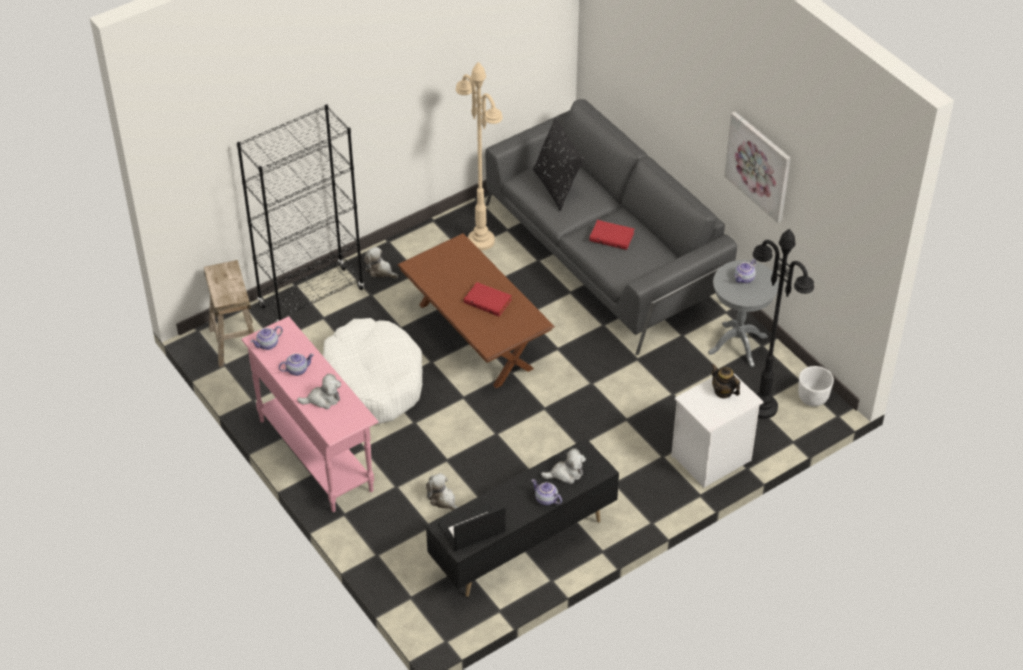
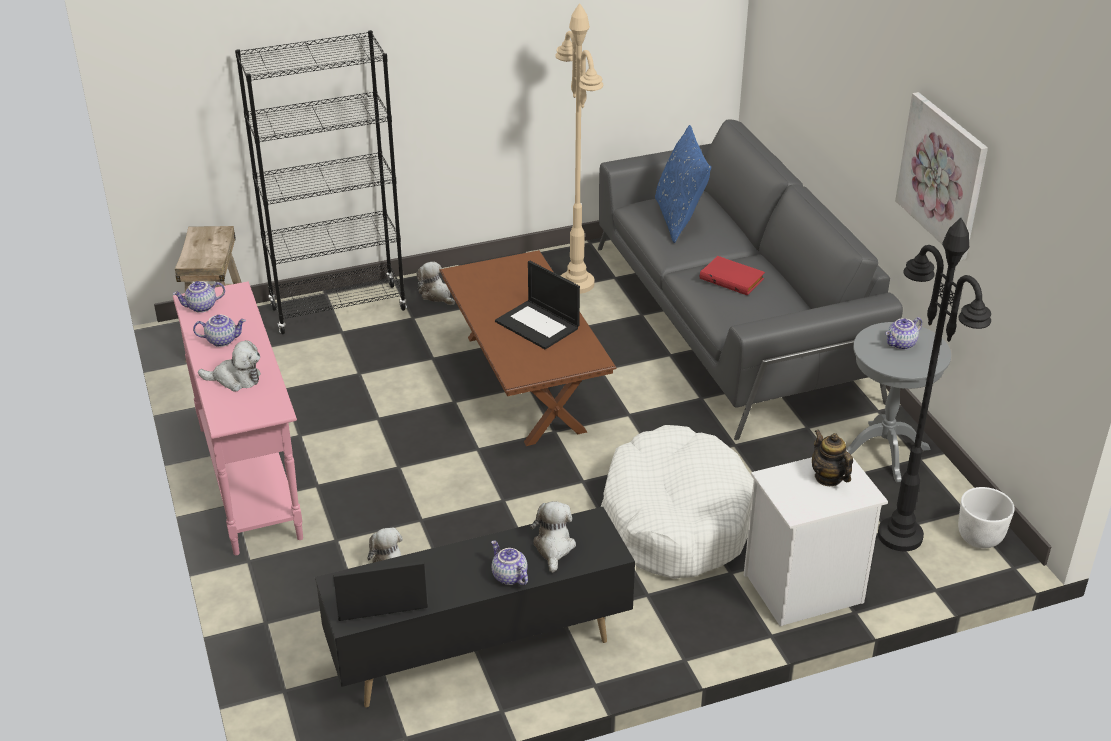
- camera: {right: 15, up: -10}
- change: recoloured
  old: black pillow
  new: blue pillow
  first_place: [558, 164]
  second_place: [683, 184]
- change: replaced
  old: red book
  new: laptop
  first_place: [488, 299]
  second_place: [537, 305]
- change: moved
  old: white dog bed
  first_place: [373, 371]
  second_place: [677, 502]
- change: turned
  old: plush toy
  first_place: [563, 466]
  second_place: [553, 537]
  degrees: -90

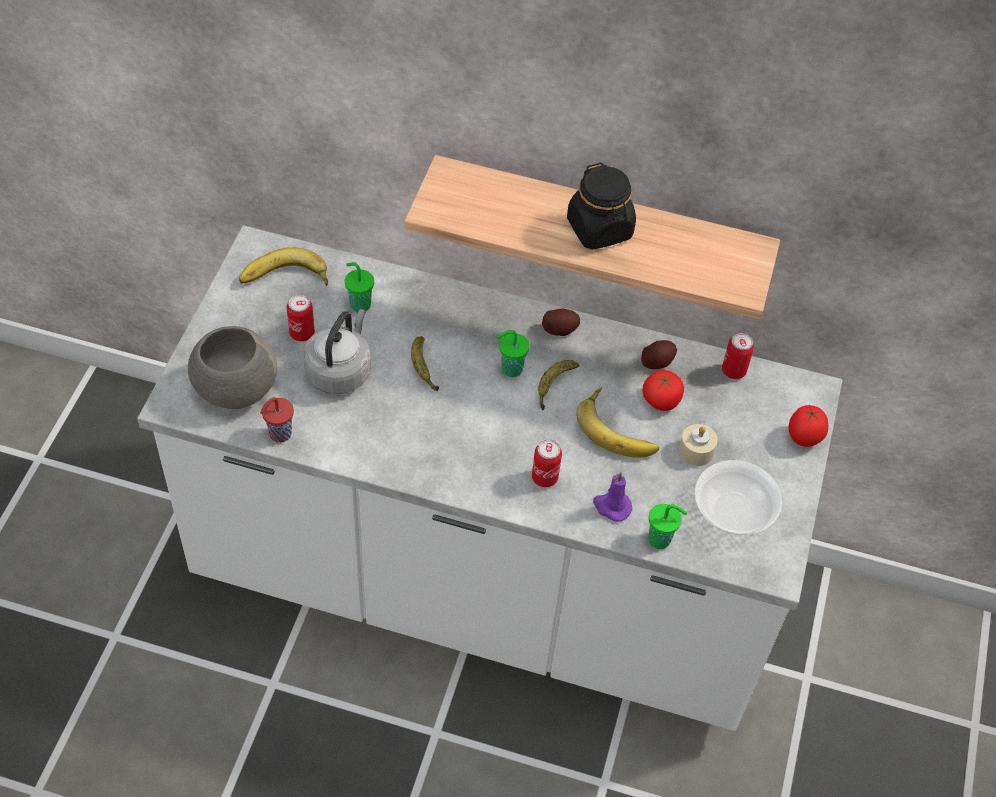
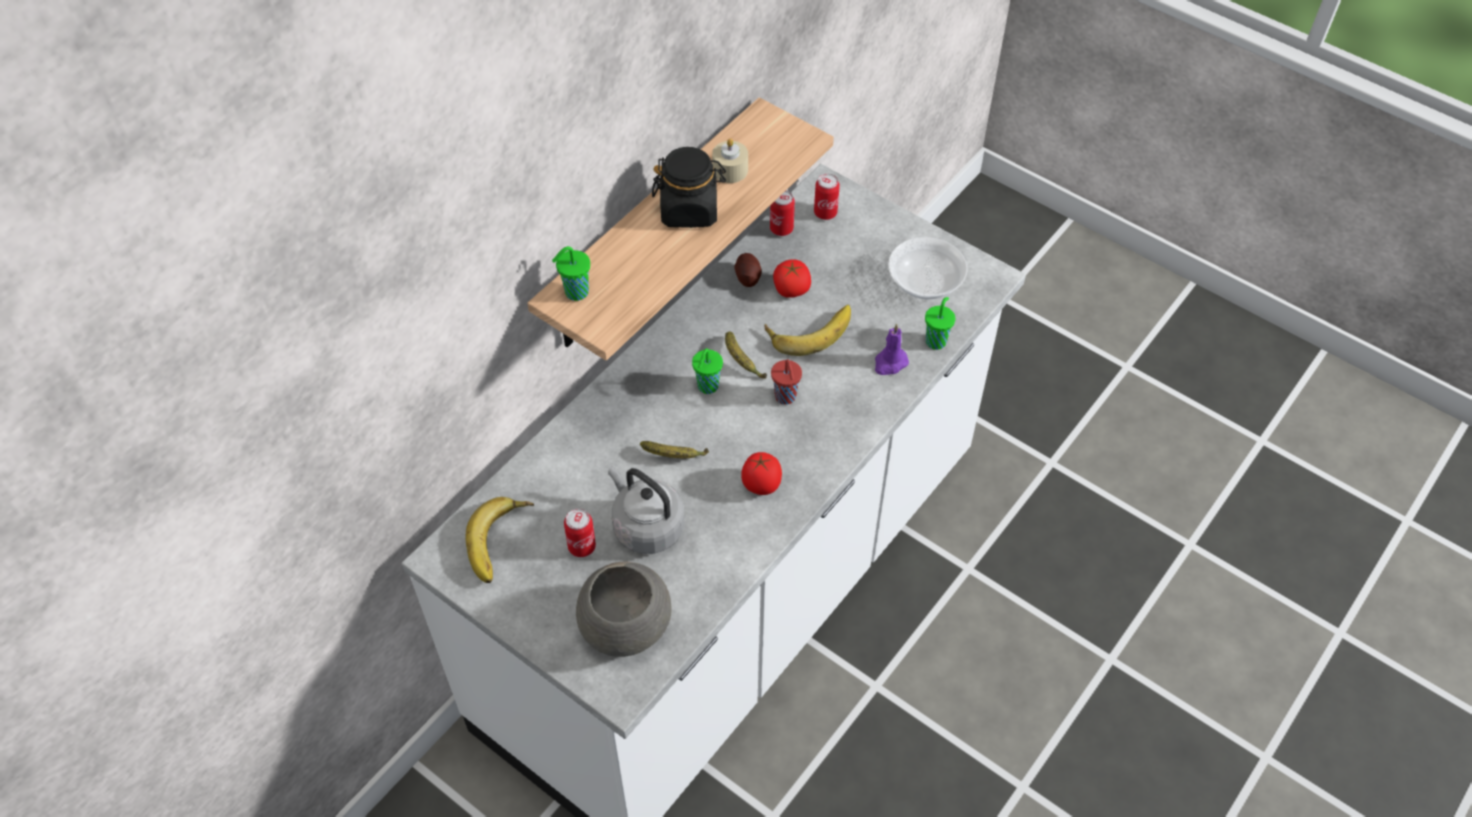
- camera: {right: -65, up: 0}
- change: moved
  old: green cup
  first_place: [359, 287]
  second_place: [571, 273]
- change: removed
  old: potato
  first_place: [561, 322]
- change: moved
  old: red cup
  first_place: [277, 420]
  second_place: [786, 382]
- change: moved
  old: tomato
  first_place: [808, 426]
  second_place: [761, 473]
- change: moved
  old: beige candle
  first_place: [698, 445]
  second_place: [730, 160]
- change: moved
  old: can
  first_place: [547, 463]
  second_place: [827, 197]

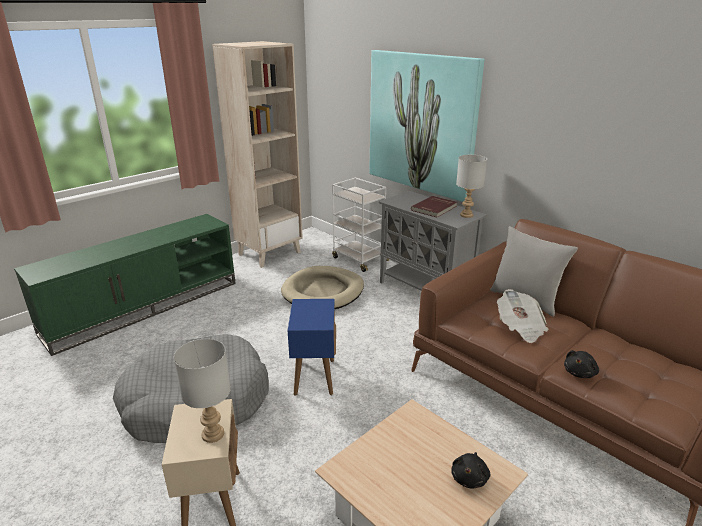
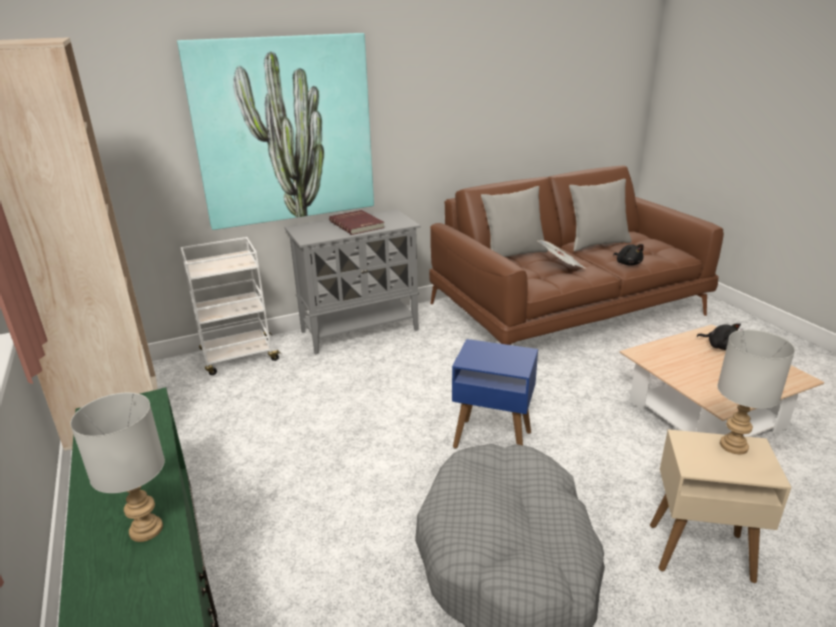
- camera: {right: -70, up: 0}
- change: moved
  old: grey table lamp
  first_place: [471, 186]
  second_place: [117, 467]
- change: removed
  old: beige dog bed
  first_place: [322, 287]
- change: added
  new: grey pillow
  second_place: [600, 215]

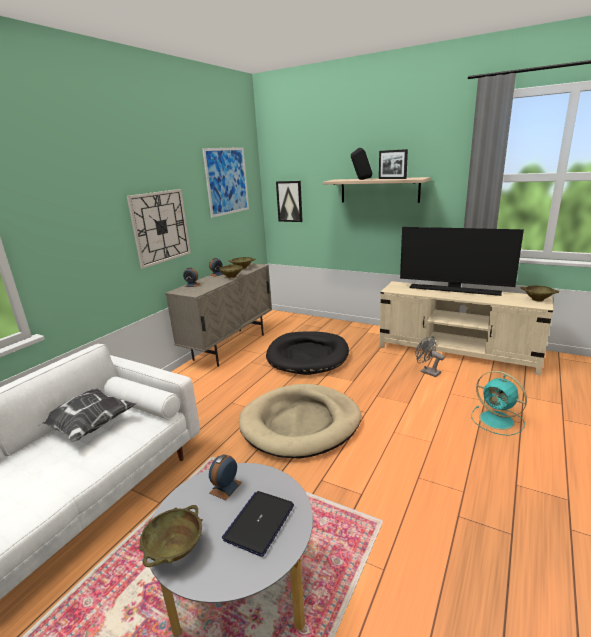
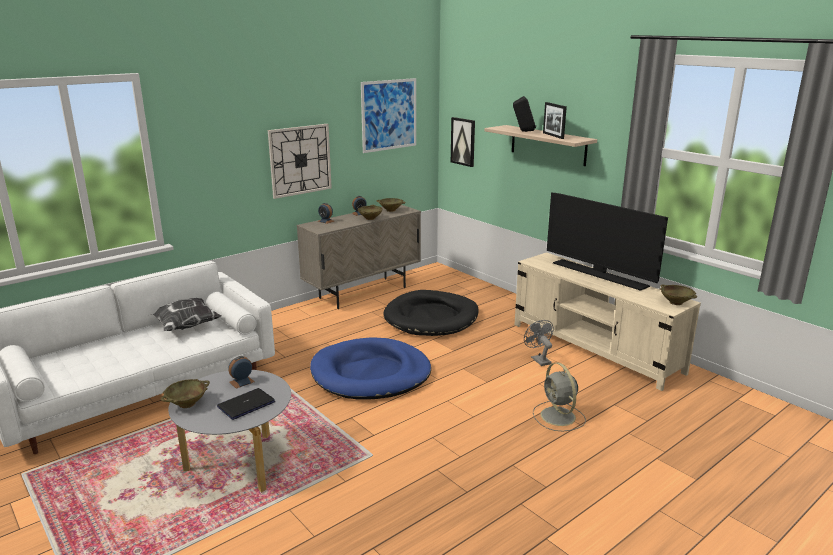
- camera: {right: 20, up: 0}
- change: recoloured
  old: turquoise fan
  new: grey fan
  first_place: [499, 403]
  second_place: [559, 396]
- change: recoloured
  old: beige dog bed
  new: blue dog bed
  first_place: [300, 421]
  second_place: [370, 368]

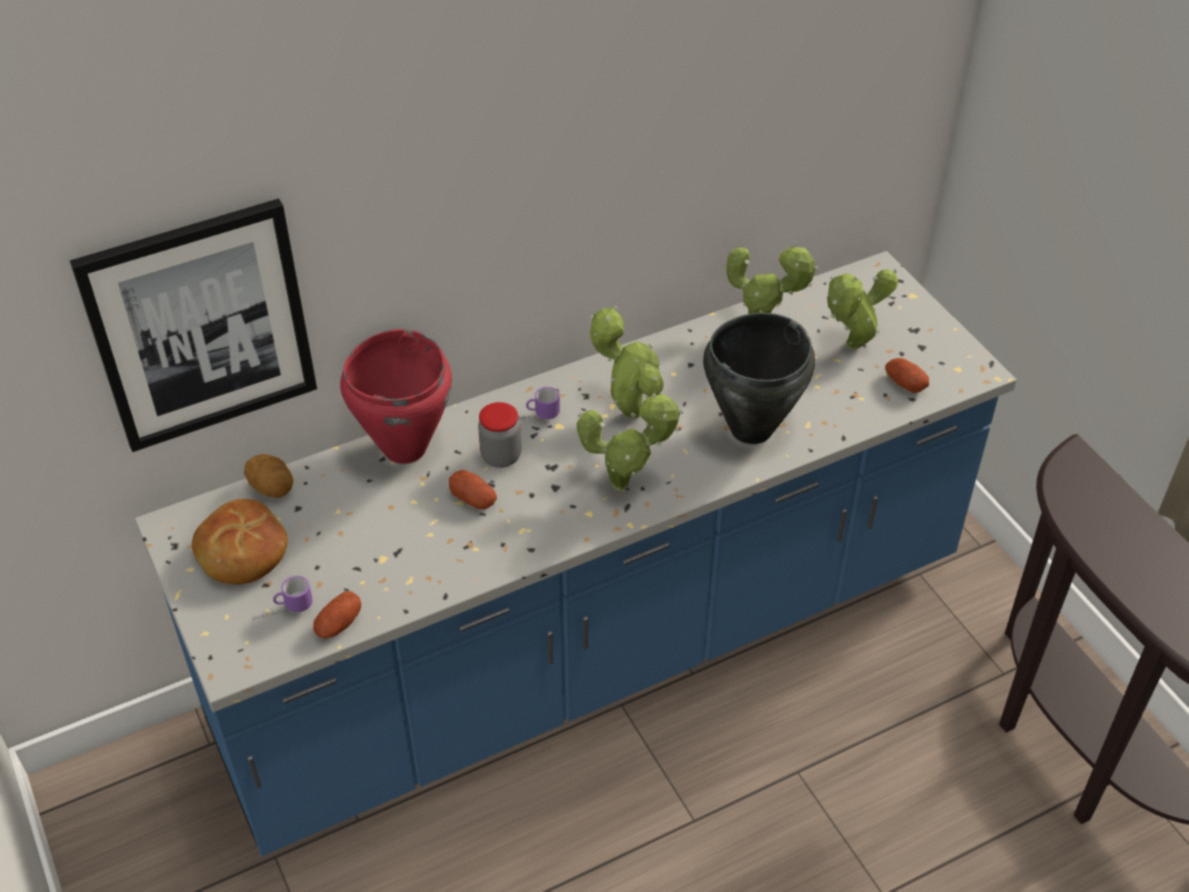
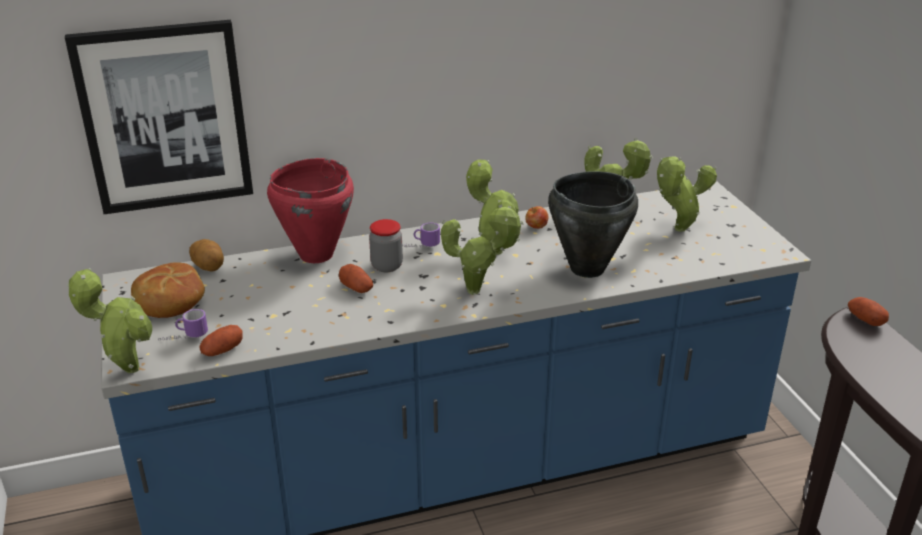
- camera: {right: 10, up: -15}
- change: moved
  old: potato
  first_place: [907, 375]
  second_place: [868, 311]
- change: added
  new: apple
  second_place: [537, 217]
- change: added
  new: potted plant
  second_place: [109, 320]

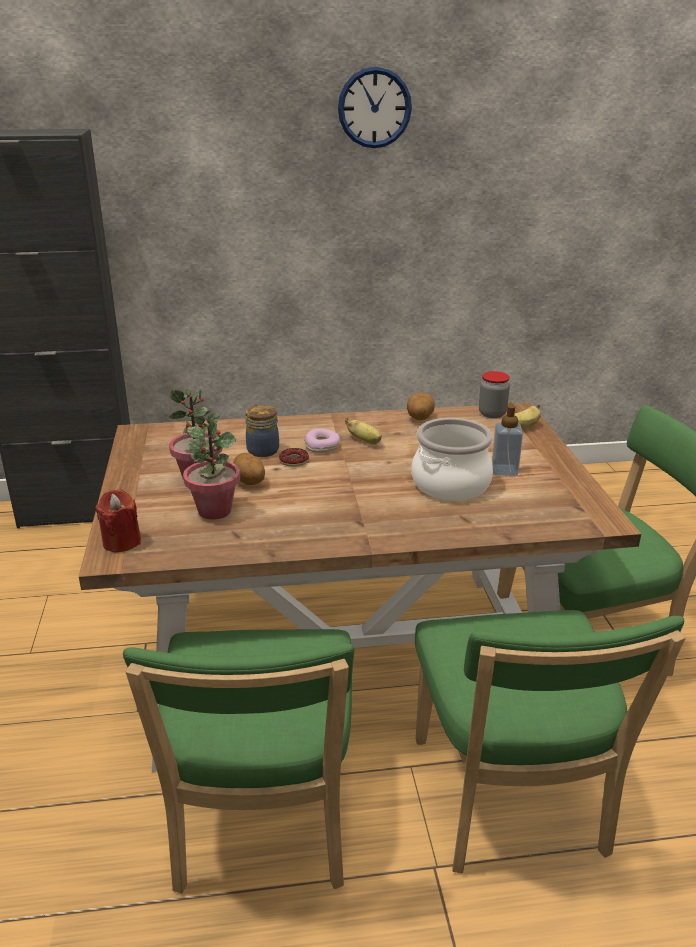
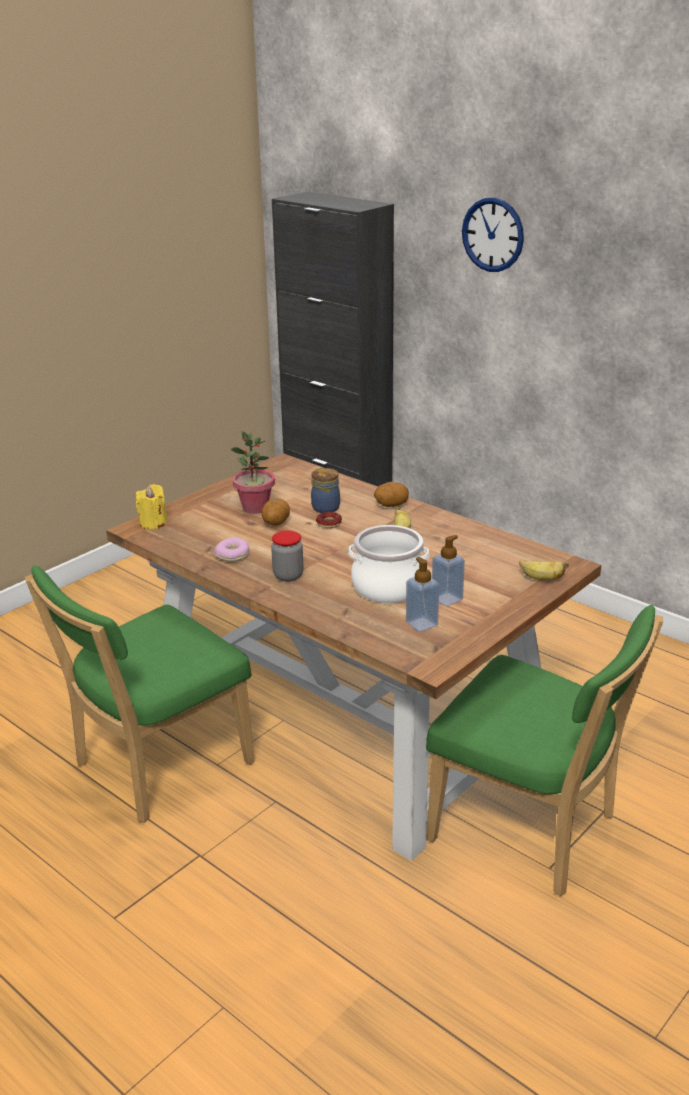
- camera: {right: 50, up: 0}
- change: moved
  old: wall clock
  first_place: [375, 107]
  second_place: [493, 234]
- change: moved
  old: jar
  first_place: [494, 394]
  second_place: [287, 556]
- change: moved
  old: potato
  first_place: [421, 406]
  second_place: [391, 494]
- change: removed
  old: potted plant
  first_place: [211, 466]
- change: moved
  old: donut
  first_place: [322, 441]
  second_place: [231, 549]
- change: recoloured
  old: red candle
  new: yellow candle
  first_place: [118, 521]
  second_place: [151, 506]
- change: removed
  old: green chair
  first_place: [550, 742]
- change: added
  new: soap dispenser
  second_place: [422, 594]

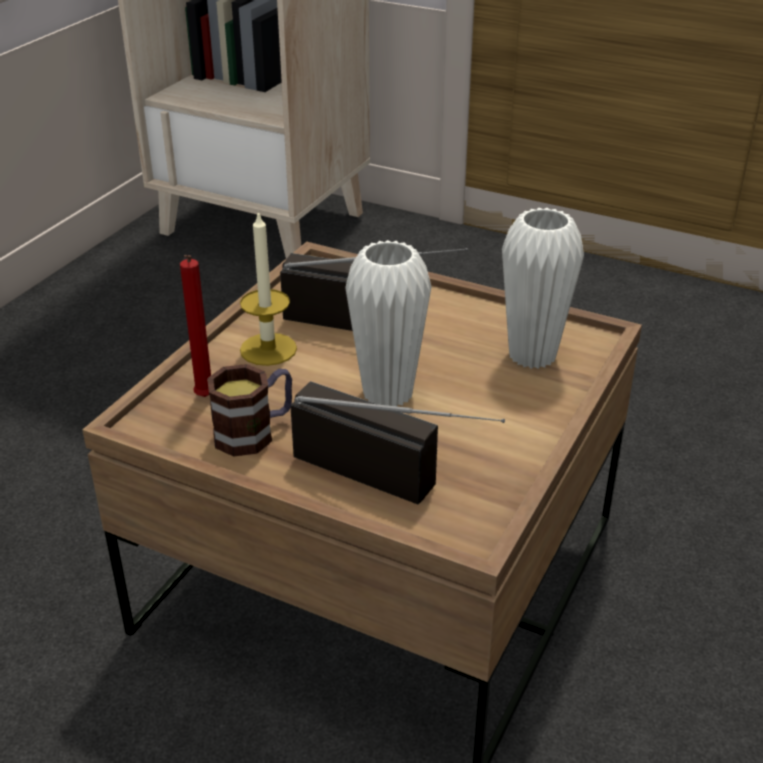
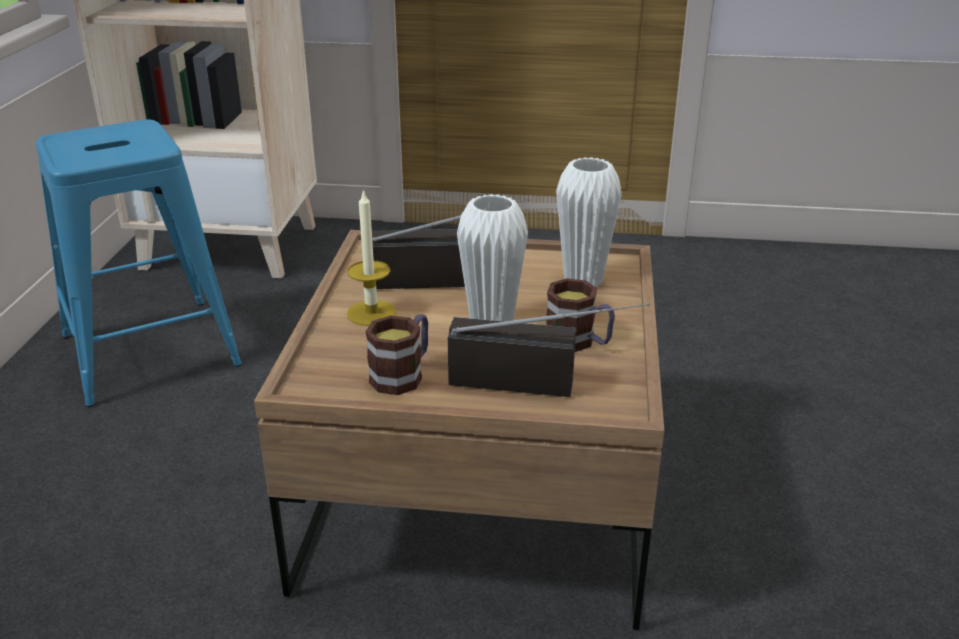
- camera: {right: -20, up: -5}
- change: removed
  old: red candle
  first_place: [195, 326]
- change: added
  new: blue stool
  second_place: [139, 263]
- change: added
  new: mug
  second_place: [580, 315]

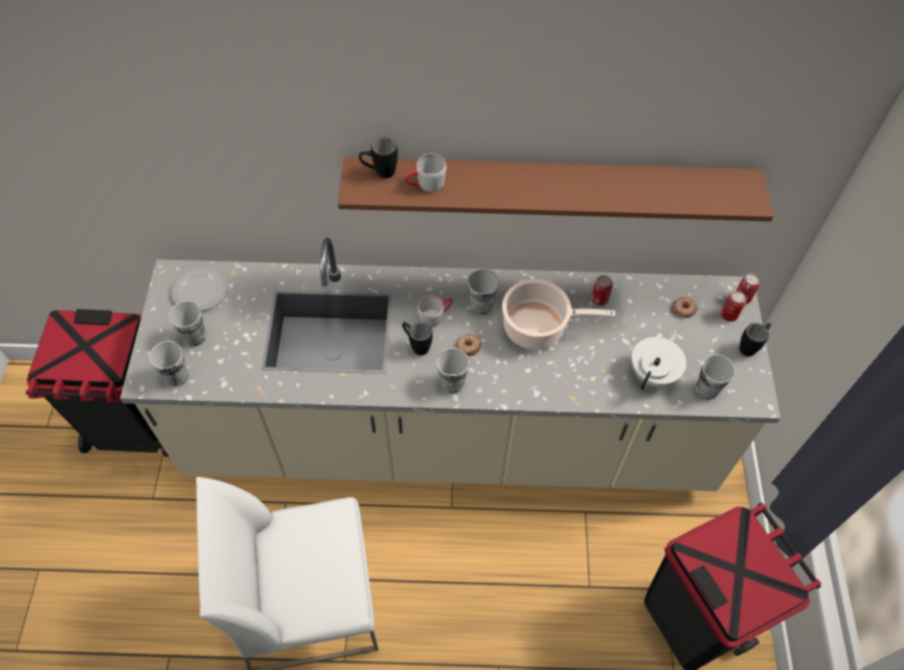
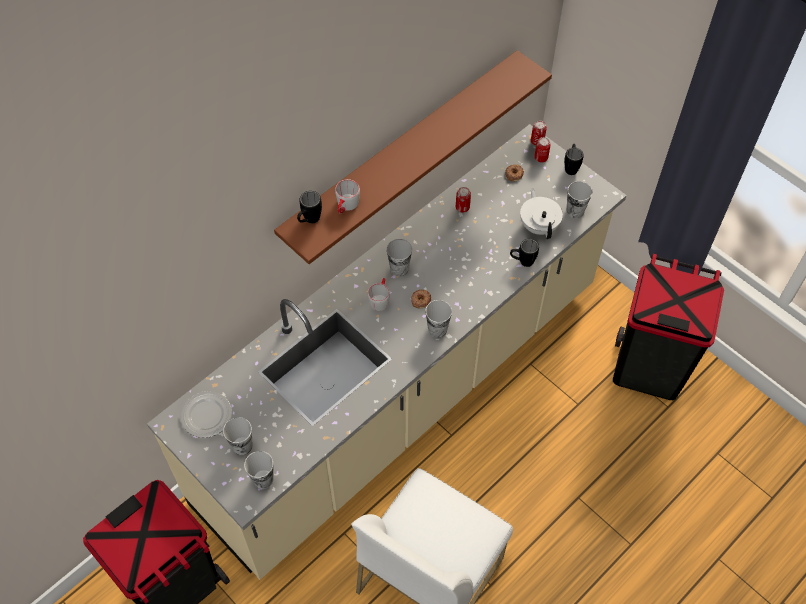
- camera: {right: -45, up: 0}
- change: removed
  old: cooking pot
  first_place: [559, 314]
- change: moved
  old: black mug
  first_place: [417, 338]
  second_place: [524, 253]

